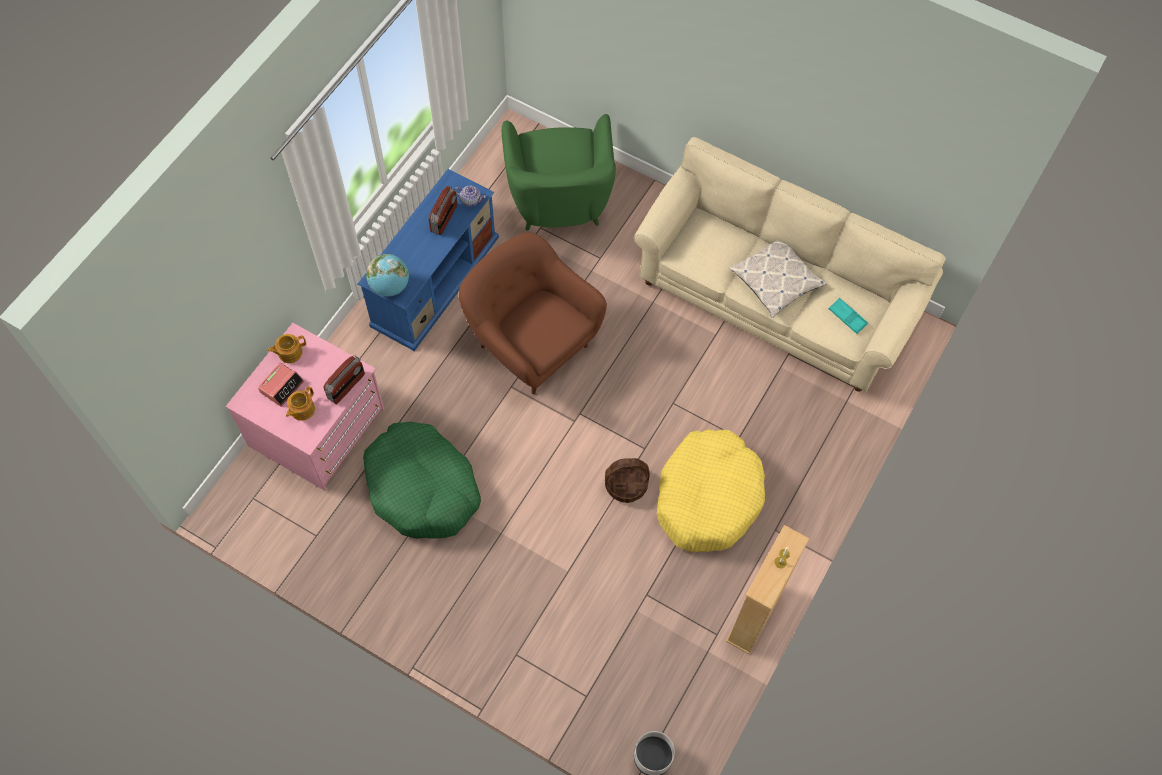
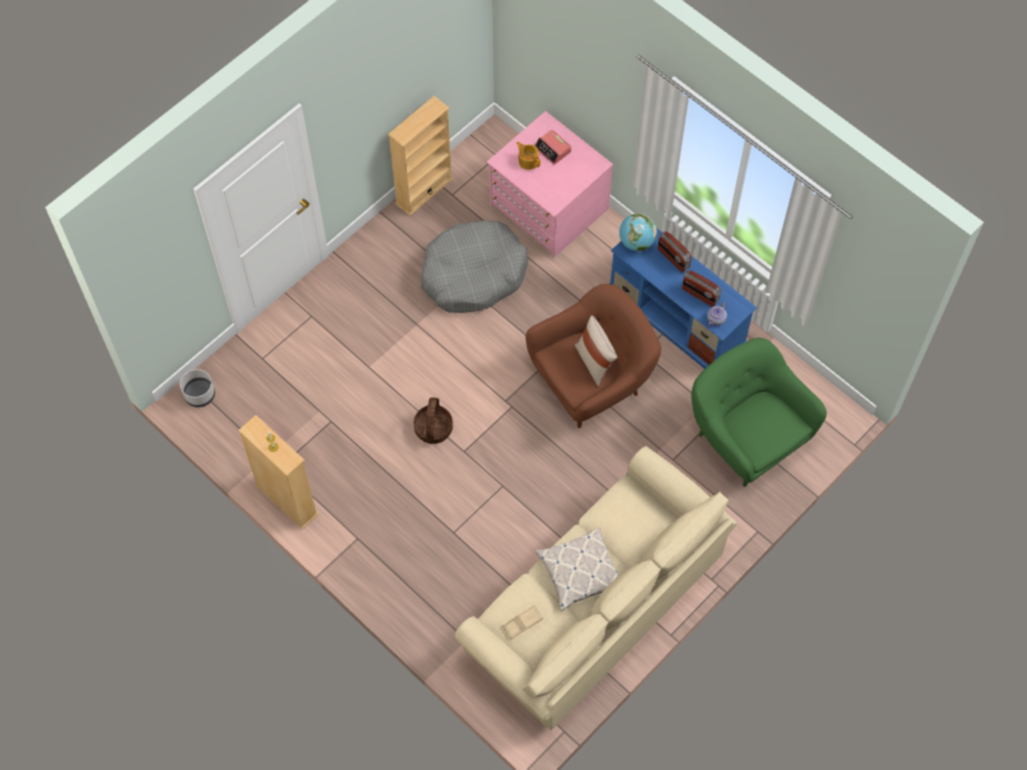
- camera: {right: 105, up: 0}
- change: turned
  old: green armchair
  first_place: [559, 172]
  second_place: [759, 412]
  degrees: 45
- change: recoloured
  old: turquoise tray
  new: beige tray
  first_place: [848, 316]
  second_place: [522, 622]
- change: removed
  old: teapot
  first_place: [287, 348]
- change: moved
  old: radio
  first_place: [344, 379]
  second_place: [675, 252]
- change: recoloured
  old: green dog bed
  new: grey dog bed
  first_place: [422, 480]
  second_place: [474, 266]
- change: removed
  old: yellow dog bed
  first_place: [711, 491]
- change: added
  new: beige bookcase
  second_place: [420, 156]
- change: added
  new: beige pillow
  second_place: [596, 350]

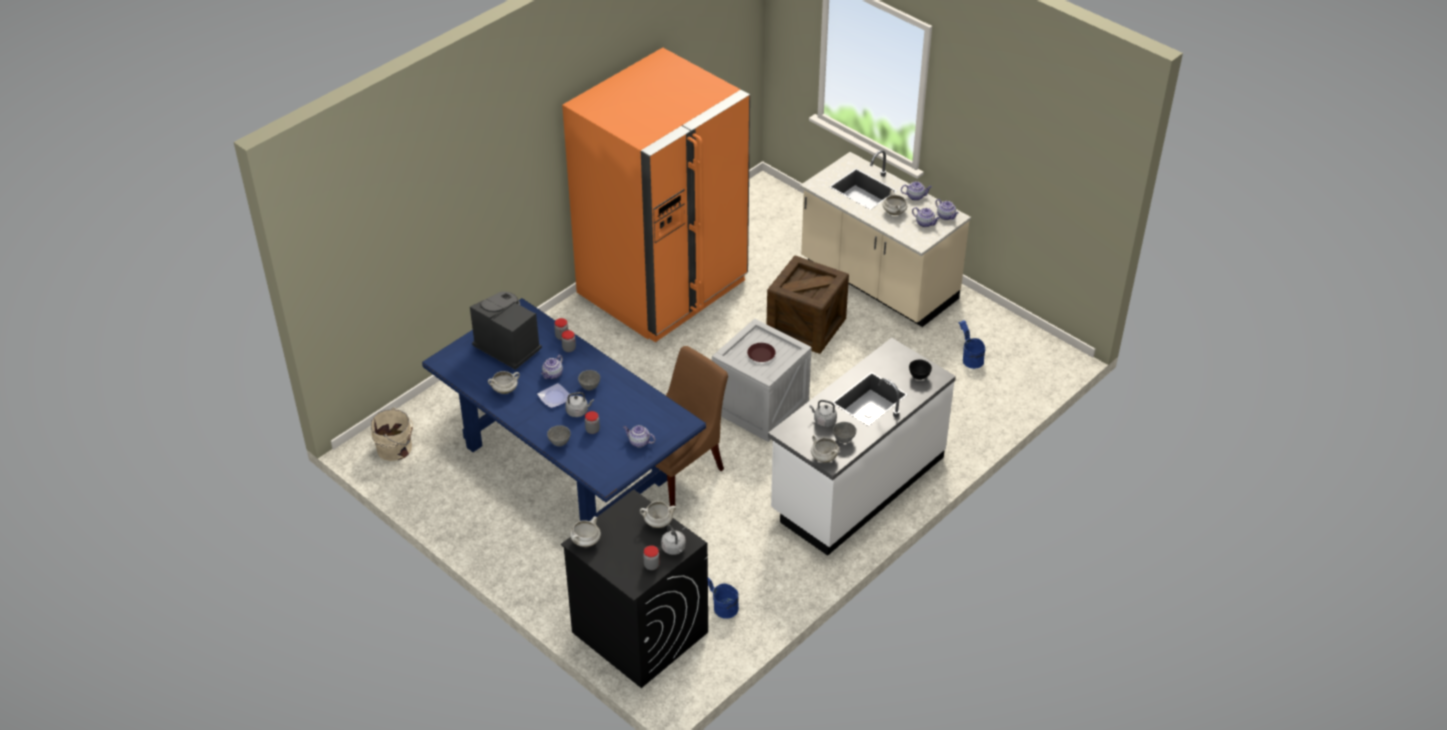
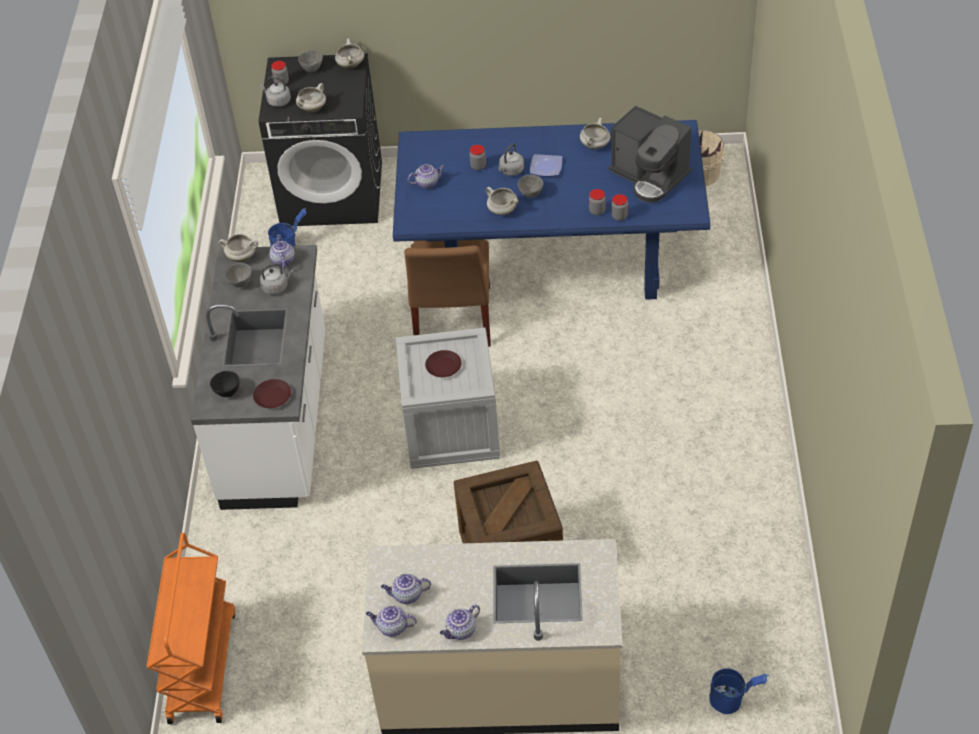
- camera: {right: 140, up: 5}
- change: removed
  old: orange fridge
  first_place: [656, 195]
- change: moved
  old: white cooking pot
  first_place: [895, 202]
  second_place: [502, 201]
- change: turned
  old: coffee machine
  first_place: [506, 331]
  second_place: [650, 154]
  degrees: 45
- change: moved
  old: blue bucket
  first_place: [971, 345]
  second_place: [739, 691]
- change: moved
  old: teapot
  first_place: [552, 367]
  second_place: [282, 251]
- change: moved
  old: grey bowl
  first_place: [559, 435]
  second_place: [310, 61]
- change: added
  new: brown plate
  second_place: [272, 393]
- change: added
  new: orange cart
  second_place: [191, 628]

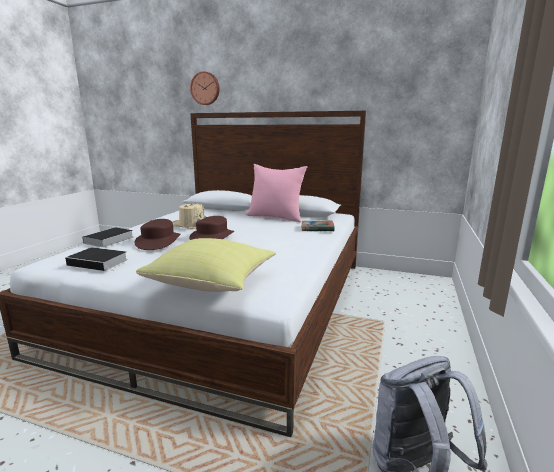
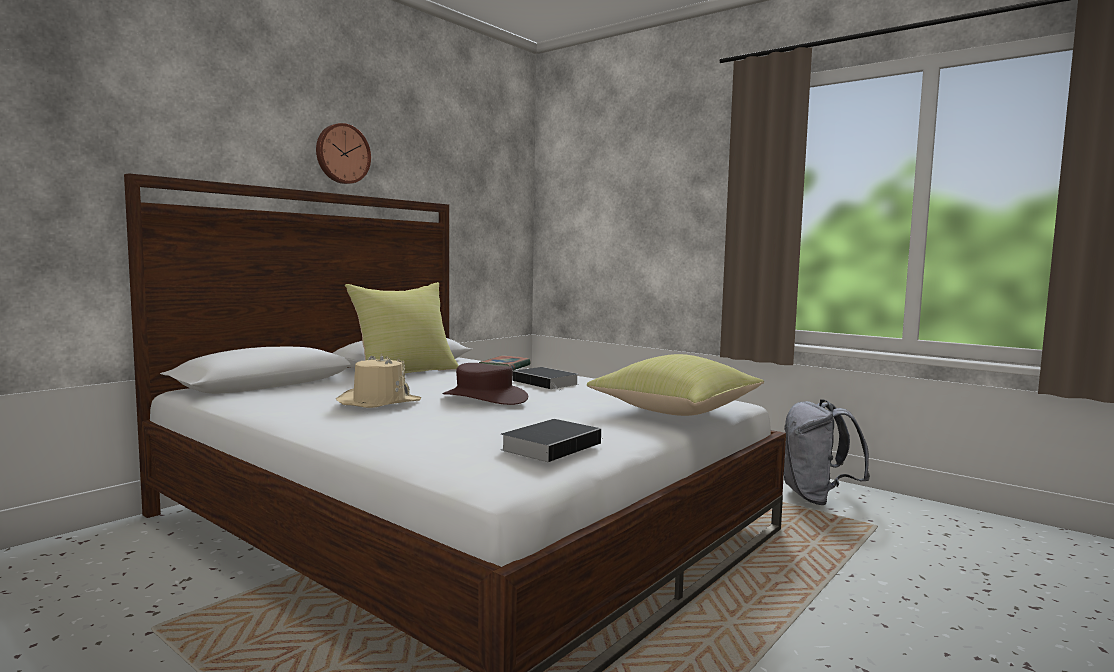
- camera: {right: -70, up: -10}
- change: moved
  old: wall clock
  first_place: [205, 88]
  second_place: [343, 153]
- change: recoloured
  old: pink pillow
  new: yellow pillow
  first_place: [276, 193]
  second_place: [402, 327]
- change: removed
  old: brown hat
  first_place: [157, 234]
- change: moved
  old: book
  first_place: [105, 237]
  second_place: [545, 378]

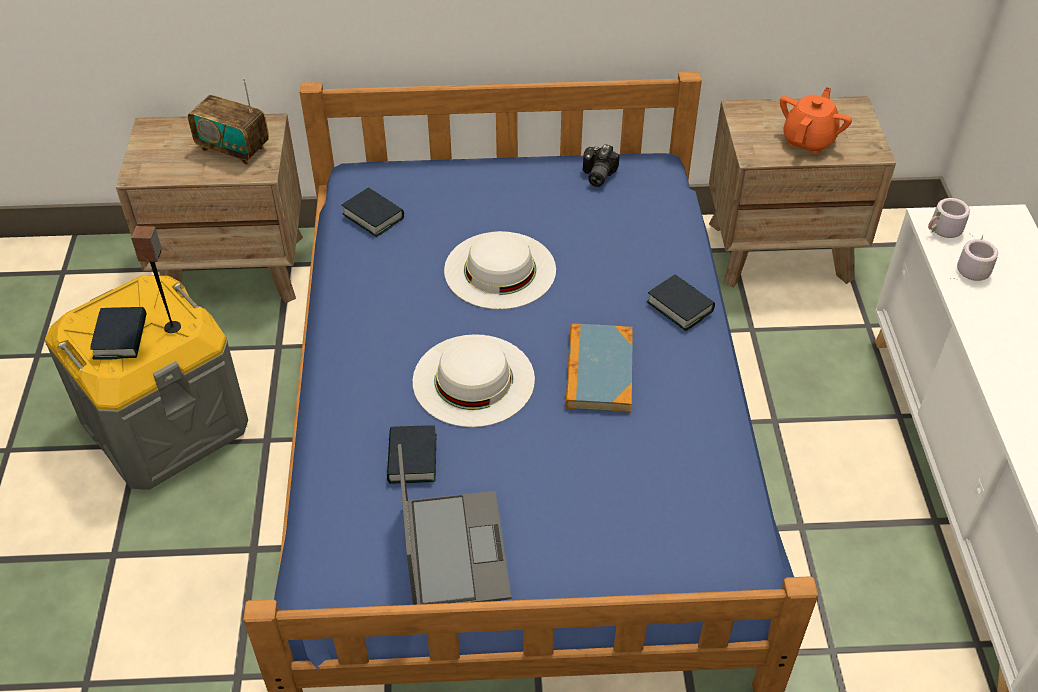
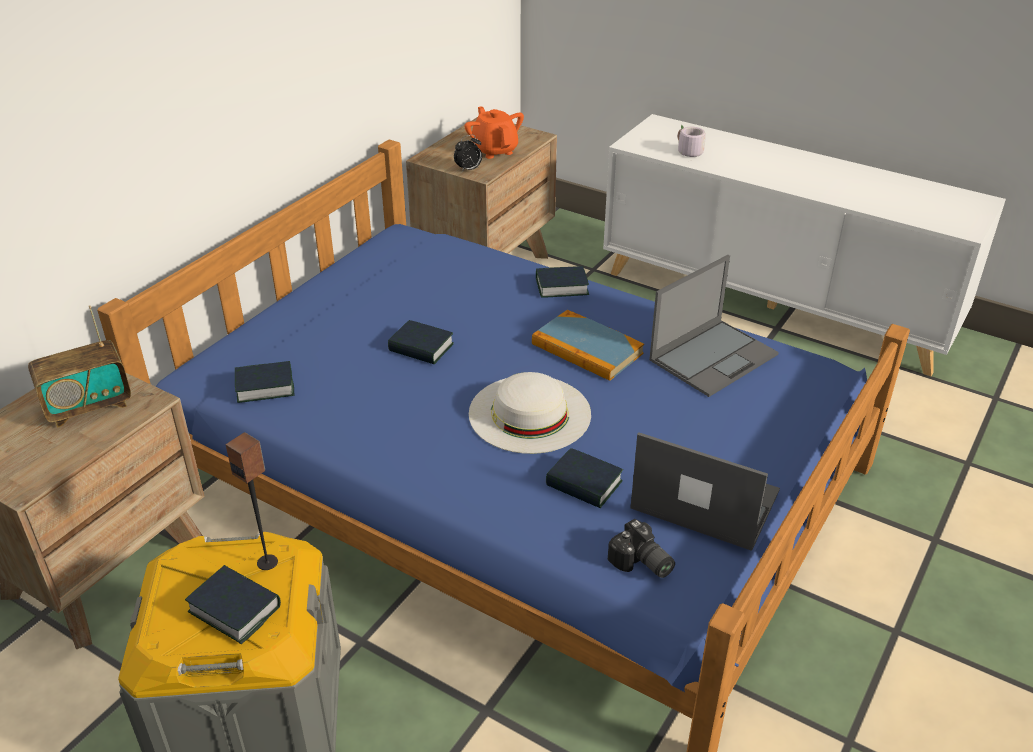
- camera: {right: -55, up: -10}
- change: moved
  old: photo camera
  first_place: [601, 165]
  second_place: [641, 548]
- change: removed
  old: grey mug
  first_place: [949, 218]
- change: replaced
  old: white hat
  new: book
  first_place: [500, 270]
  second_place: [421, 342]
- change: added
  new: alarm clock
  second_place: [468, 153]
- change: added
  new: laptop
  second_place: [714, 326]

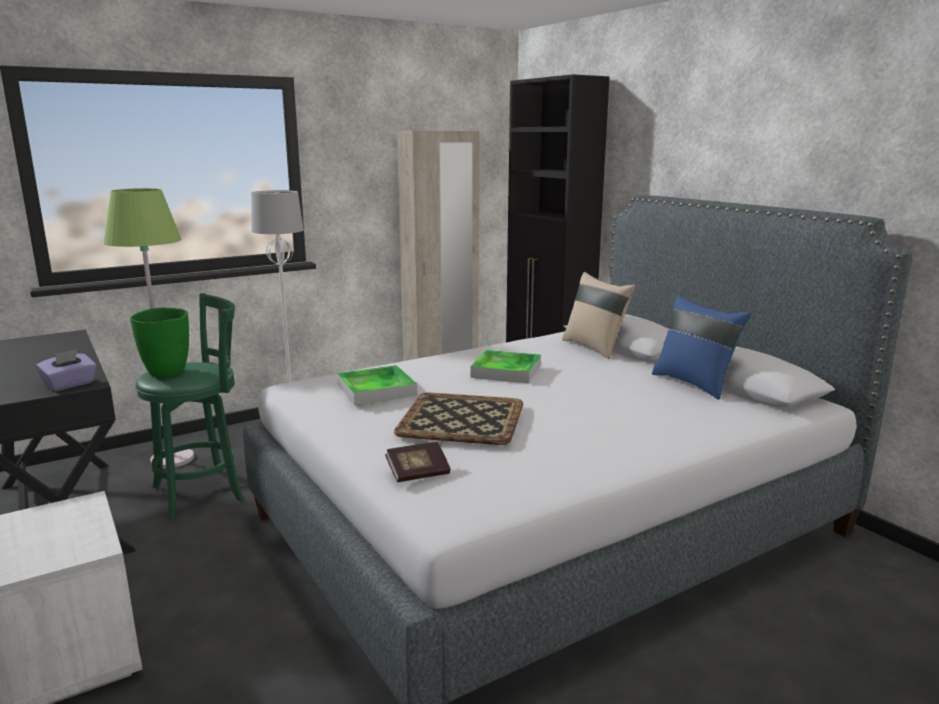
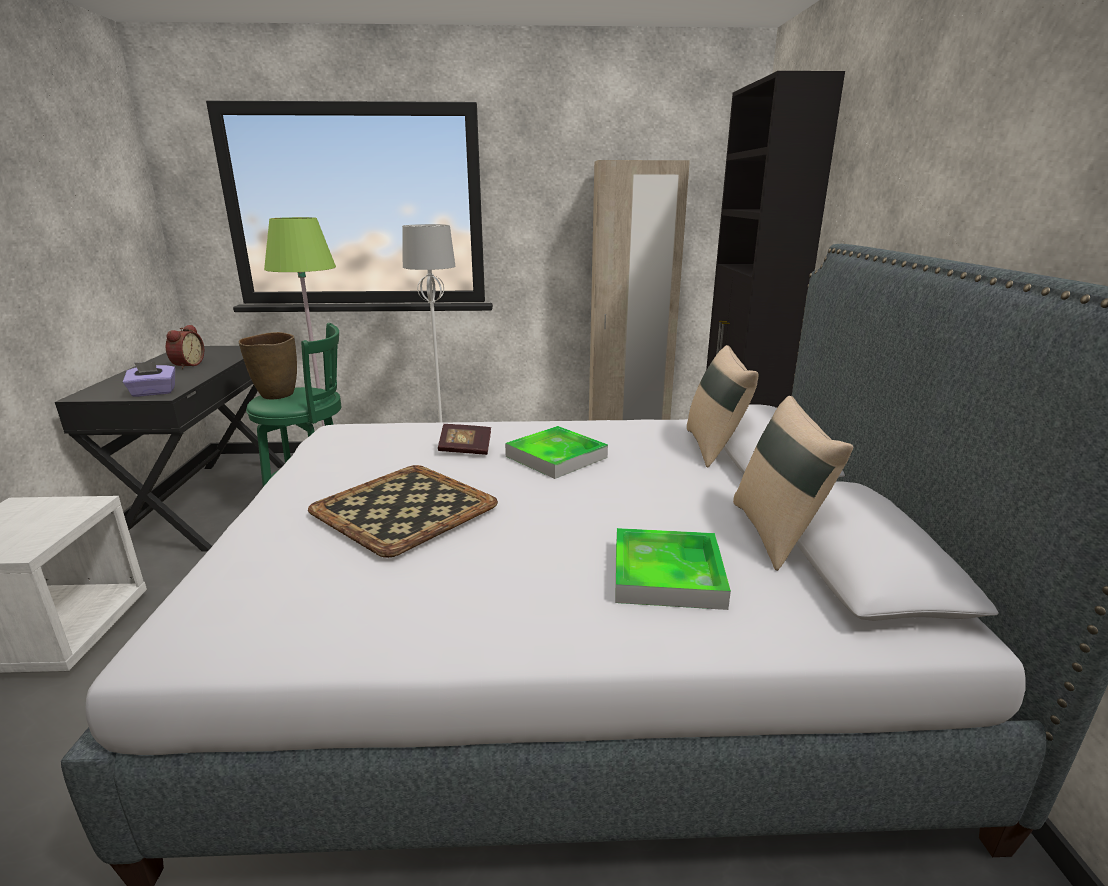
- camera: {right: 30, up: 5}
- change: recoloured
  old: blue pillow
  new: beige pillow
  first_place: [701, 347]
  second_place: [793, 483]
- change: recoloured
  old: green vase
  new: brown vase
  first_place: [159, 343]
  second_place: [268, 365]
- change: moved
  old: tray
  first_place: [377, 385]
  second_place: [673, 569]
- change: moved
  old: book
  first_place: [418, 462]
  second_place: [464, 439]
- change: added
  new: alarm clock
  second_place: [185, 347]

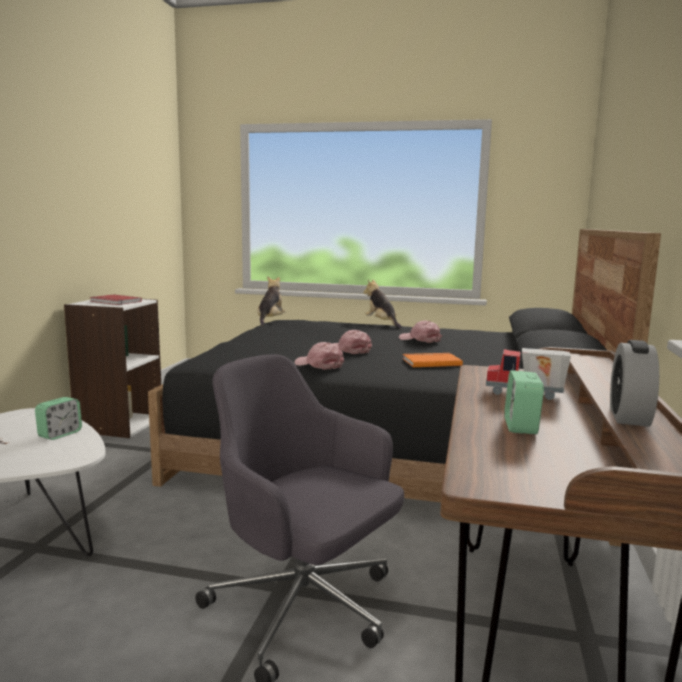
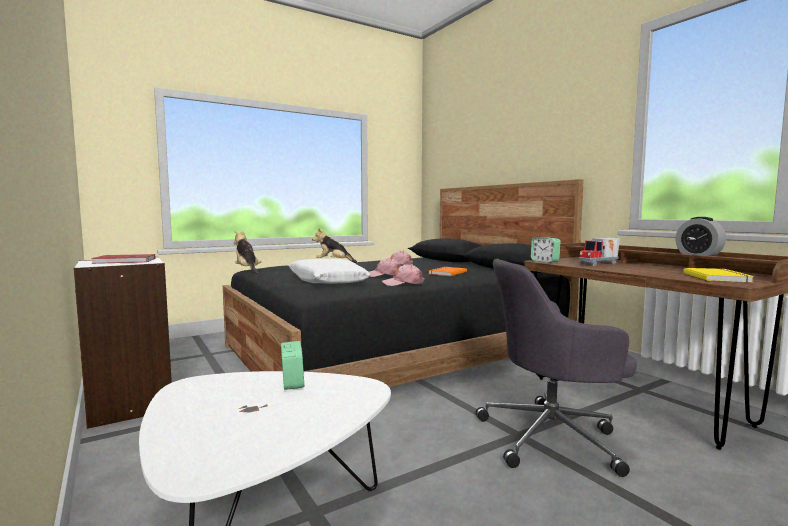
- camera: {right: -45, up: -5}
- change: moved
  old: alarm clock
  first_place: [524, 402]
  second_place: [546, 250]
- change: added
  new: white pillow
  second_place: [329, 271]
- change: added
  new: yellow book
  second_place: [718, 275]

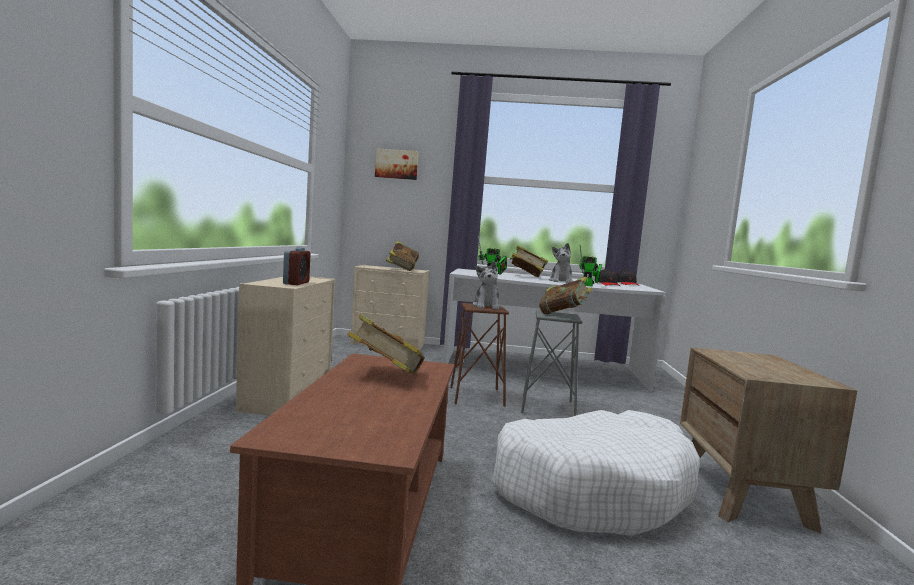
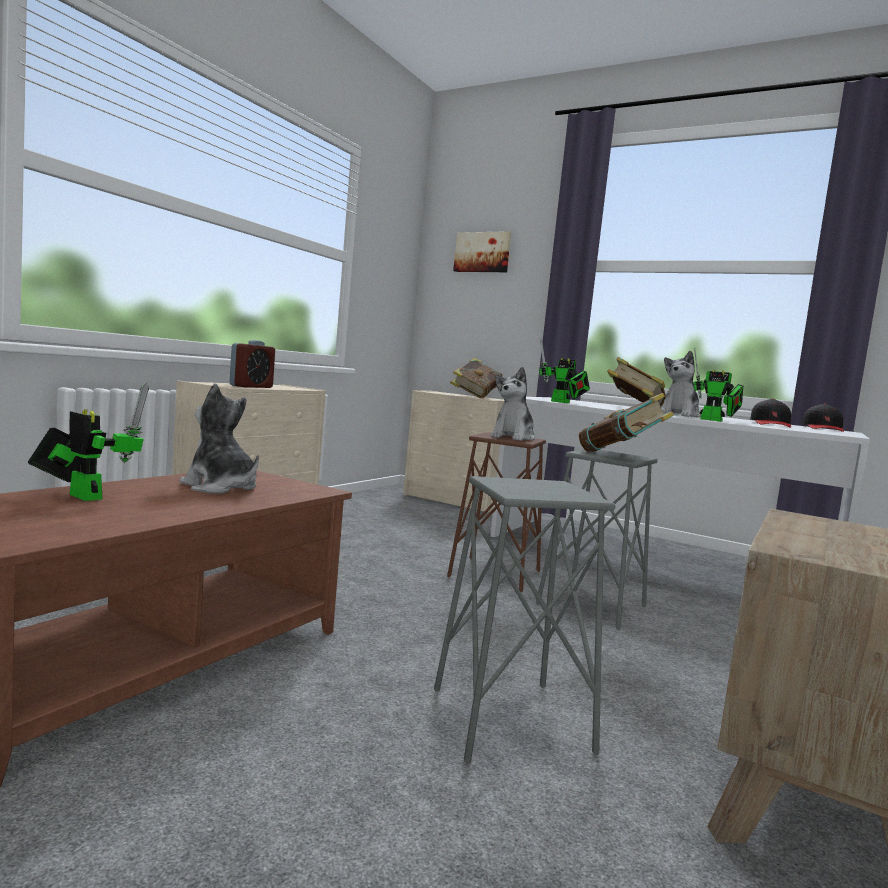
- camera: {right: 25, up: 0}
- change: replaced
  old: book
  new: plush toy
  first_place: [386, 344]
  second_place: [219, 438]
- change: replaced
  old: white dog bed
  new: grey stool
  first_place: [595, 473]
  second_place: [524, 620]
- change: added
  new: toy robot
  second_place: [88, 441]

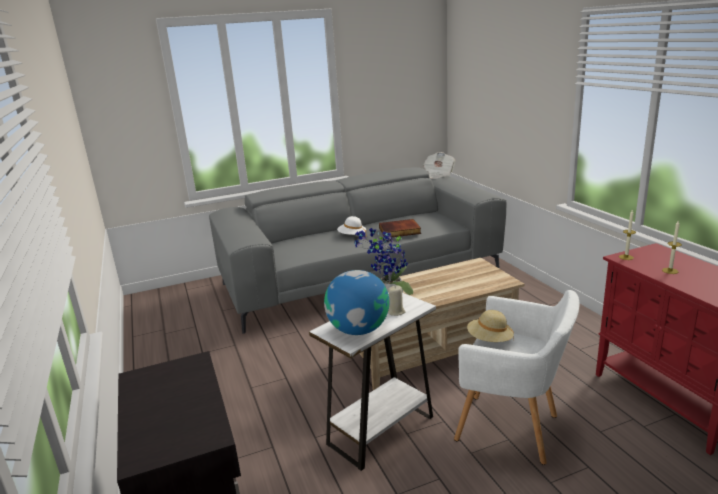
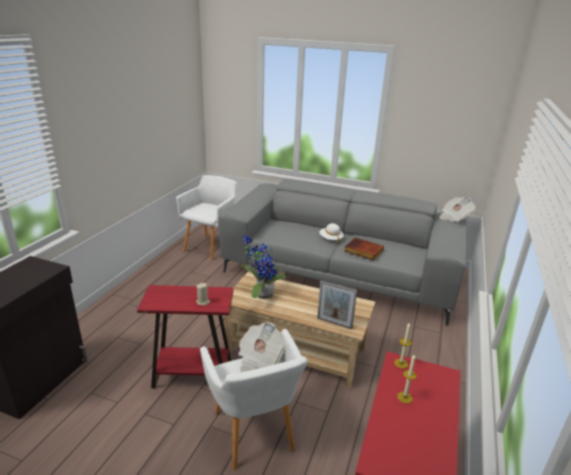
- camera: {right: 40, up: 5}
- change: removed
  old: globe
  first_place: [356, 302]
- change: recoloured
  old: white side table
  new: red side table
  first_place: [372, 381]
  second_place: [185, 336]
- change: replaced
  old: beige hat
  new: newspaper
  first_place: [490, 326]
  second_place: [262, 347]
- change: added
  new: white armchair
  second_place: [206, 217]
- change: added
  new: picture frame
  second_place: [337, 304]

